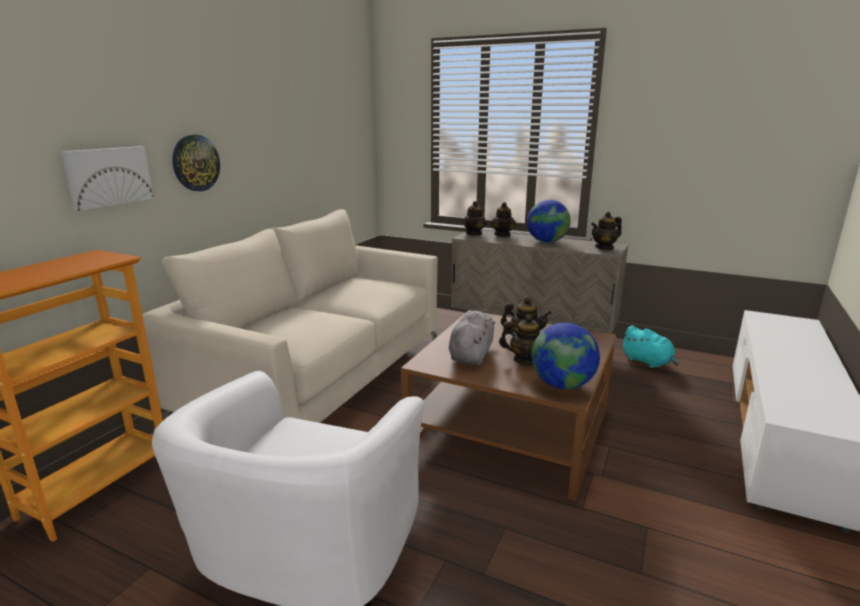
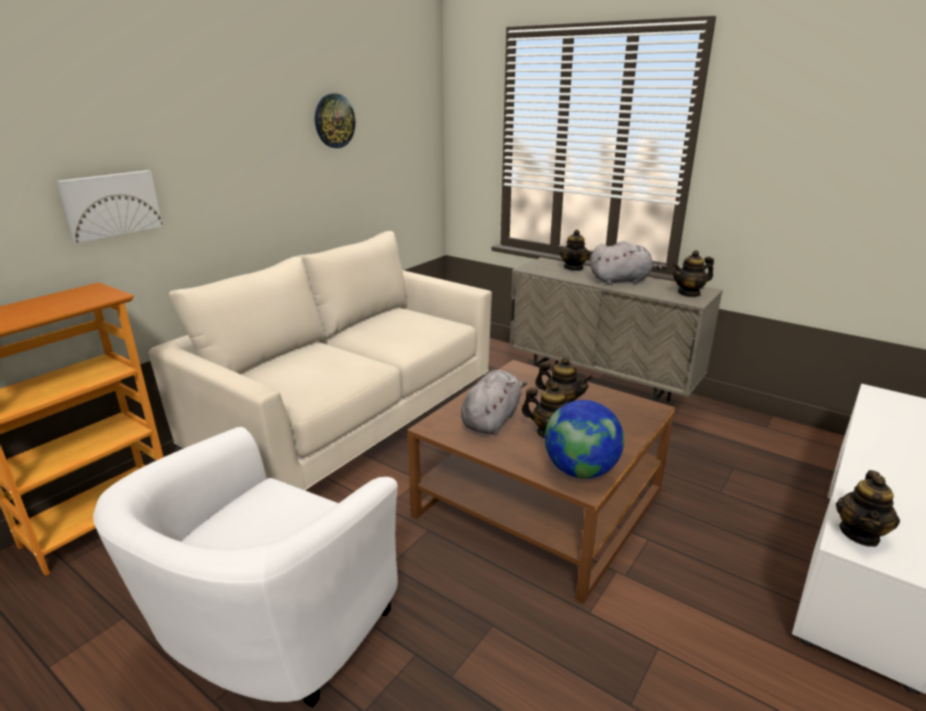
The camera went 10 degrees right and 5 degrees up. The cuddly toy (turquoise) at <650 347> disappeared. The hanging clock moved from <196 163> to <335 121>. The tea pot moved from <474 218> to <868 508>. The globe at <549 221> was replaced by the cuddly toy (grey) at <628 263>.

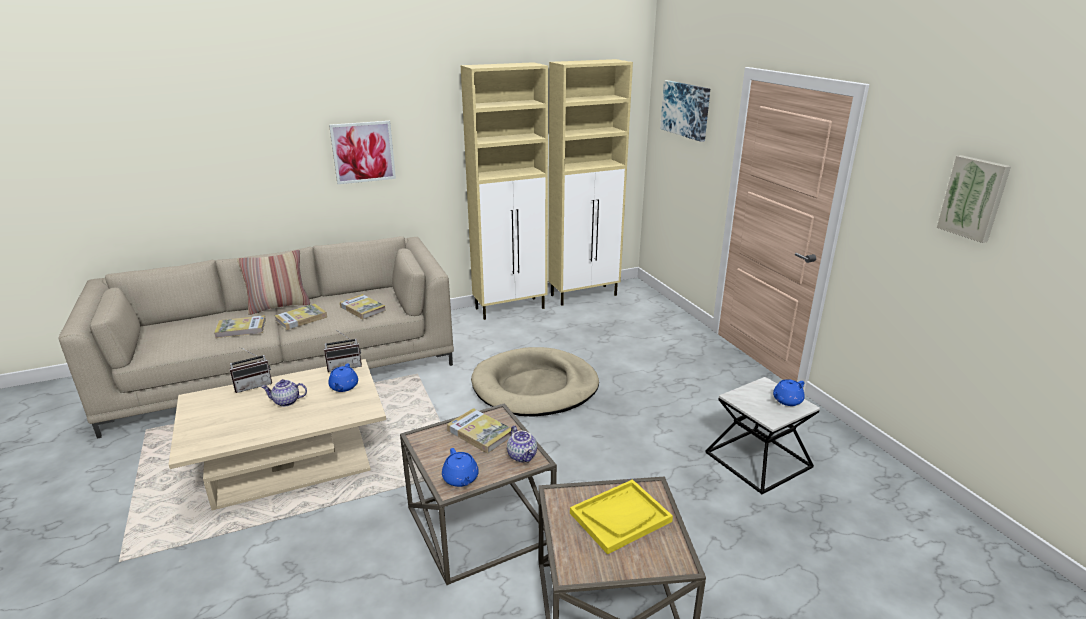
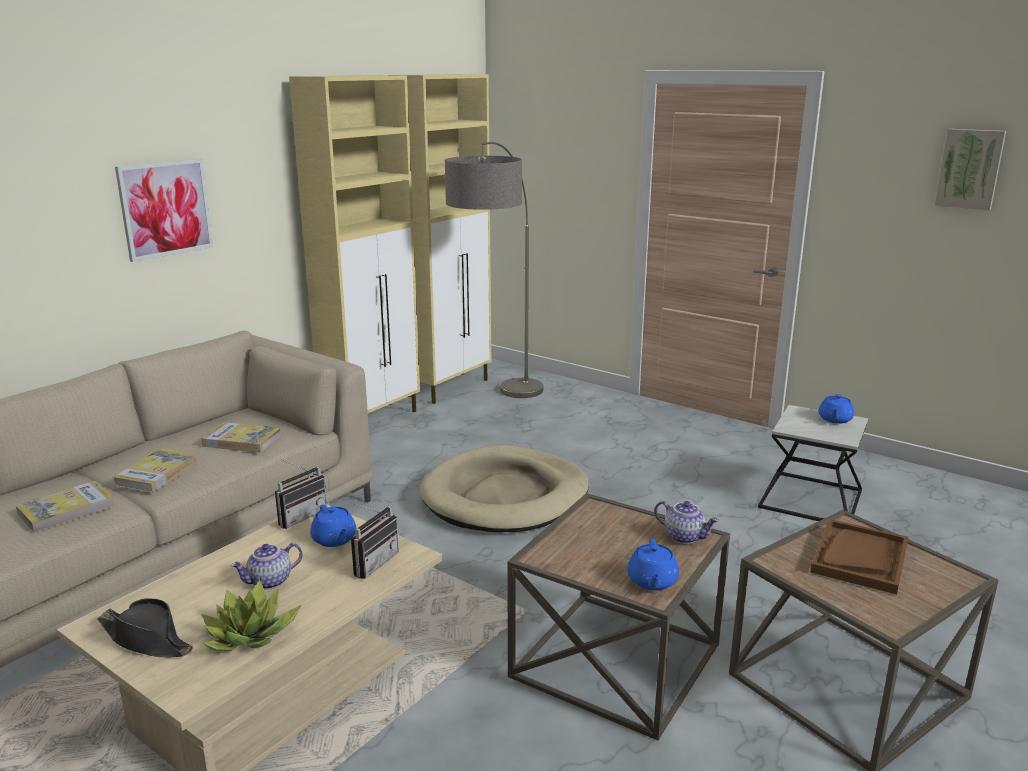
The camera went 30 degrees left and 5 degrees down. The cushion at <273 282> disappeared. The volume at <479 431> disappeared. The wall picture at <685 111> disappeared. The wearable hat (blackish) at <145 627> appeared. The houseplant at <251 615> appeared. The floor lamp at <494 270> appeared. The radio receiver moved from <251 370> to <374 540>. The tray (yellowish) at <621 516> became the tray (brown-coloured) at <859 557>. The tea pot (blue) at <460 467> turned 60 degrees clockwise.

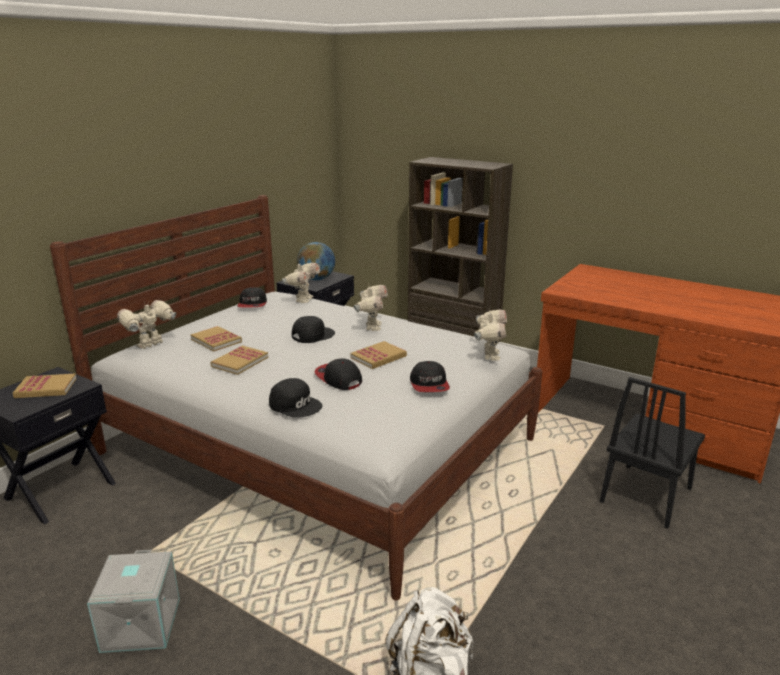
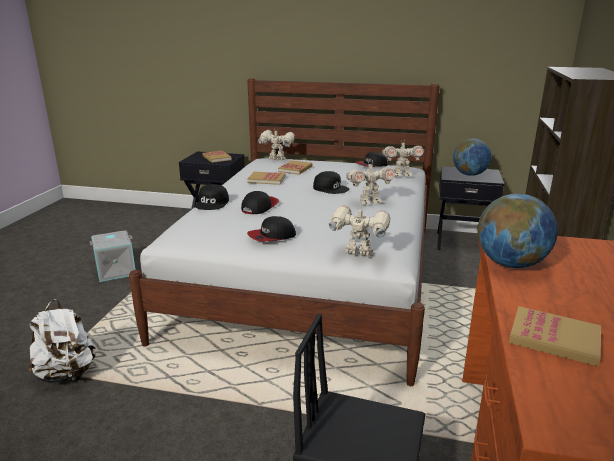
The camera went 70 degrees right and 0 degrees up. The globe at <517 231> appeared. The volume moved from <379 355> to <555 336>. The model robot at <490 335> turned 150 degrees counterclockwise.

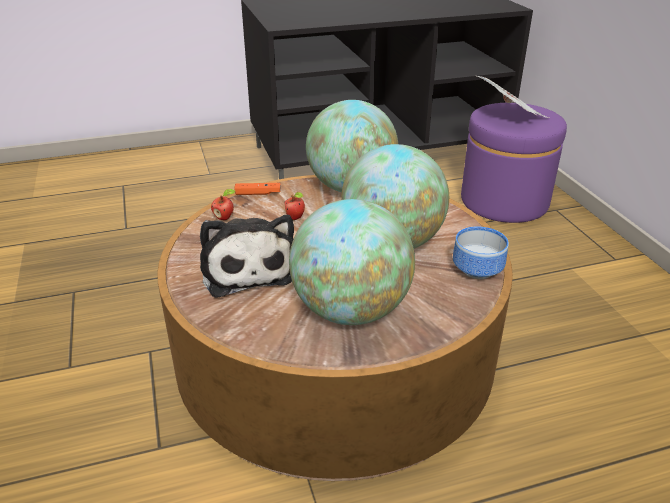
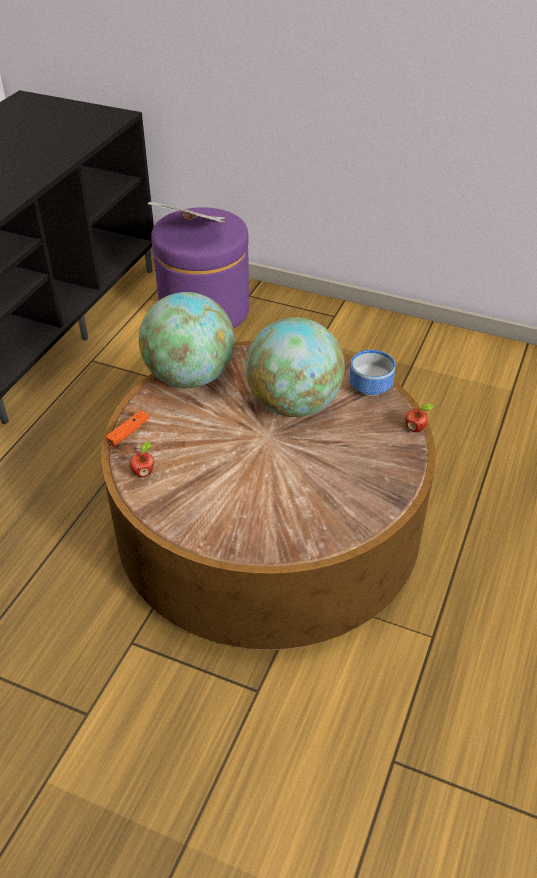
The camera went 50 degrees left and 10 degrees up. The cuddly toy at <247 256> disappeared. The globe at <352 262> disappeared. The apple moved from <294 206> to <419 417>.

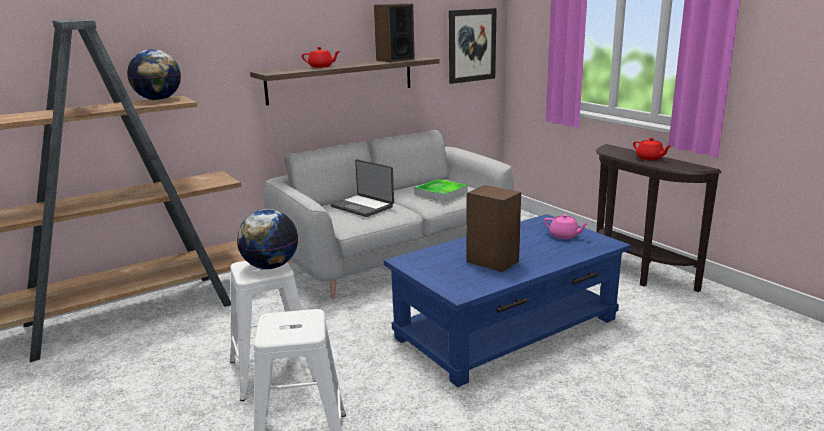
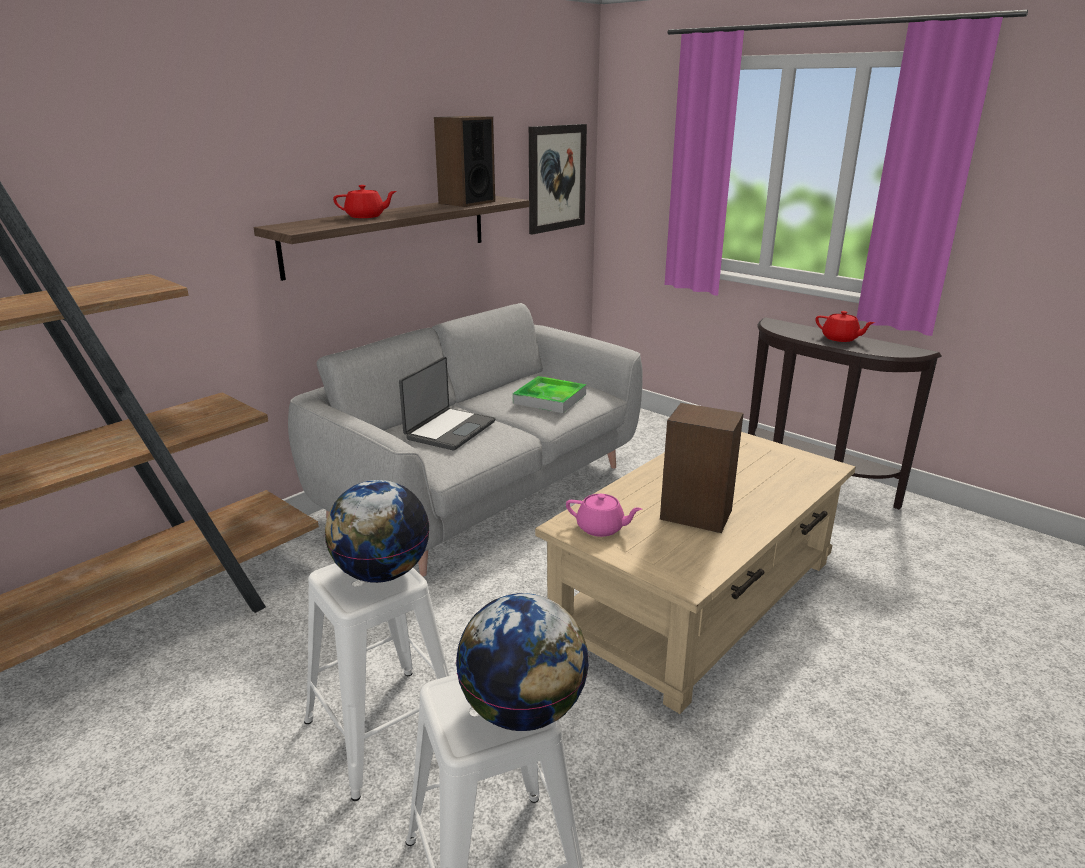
The camera went 15 degrees left and 5 degrees up. The globe moved from <154 74> to <522 662>. The tea pot (pinkish) moved from <566 226> to <604 515>. The lounge table (blue) at <507 300> became the lounge table (sand-coloured) at <695 573>. The notebook computer at <362 188> turned 90 degrees counterclockwise.

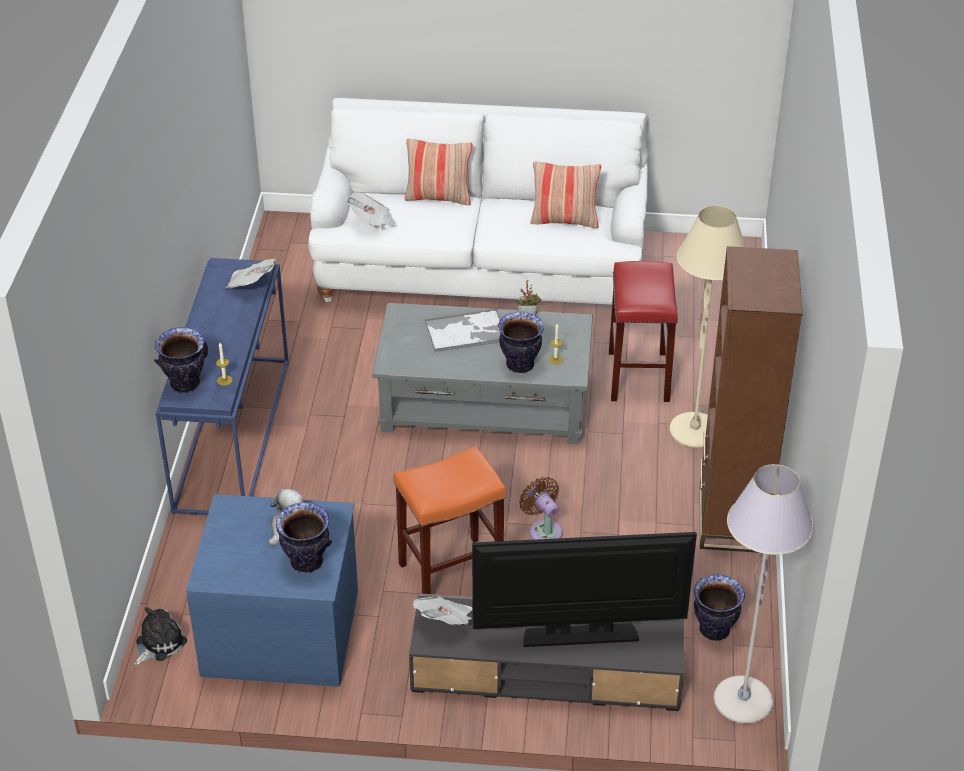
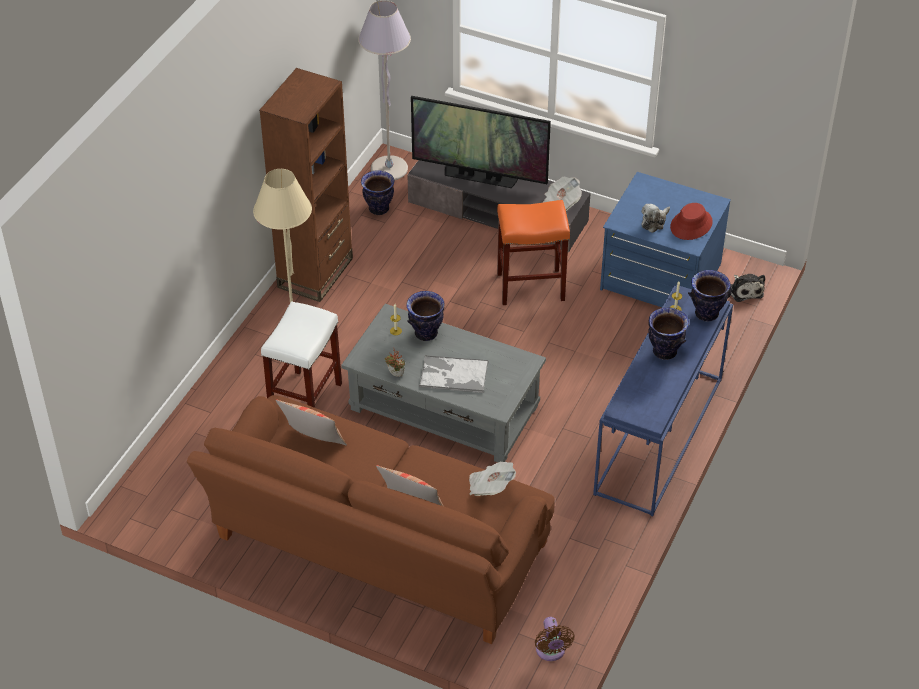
The camera went 160 degrees left and 5 degrees up. The newspaper at <250 273> disappeared. The wearable hat (red) at <691 221> appeared. The vase moved from <304 538> to <668 333>. The cooling fan (brown-coloured) moved from <541 508> to <554 639>. The settee (white-coloured) at <478 201> became the settee (brown-coloured) at <371 519>. The stool seat (red) at <643 331> became the stool seat (white-coloured) at <301 354>. The cuddly toy at <160 636> turned 75 degrees counterclockwise.

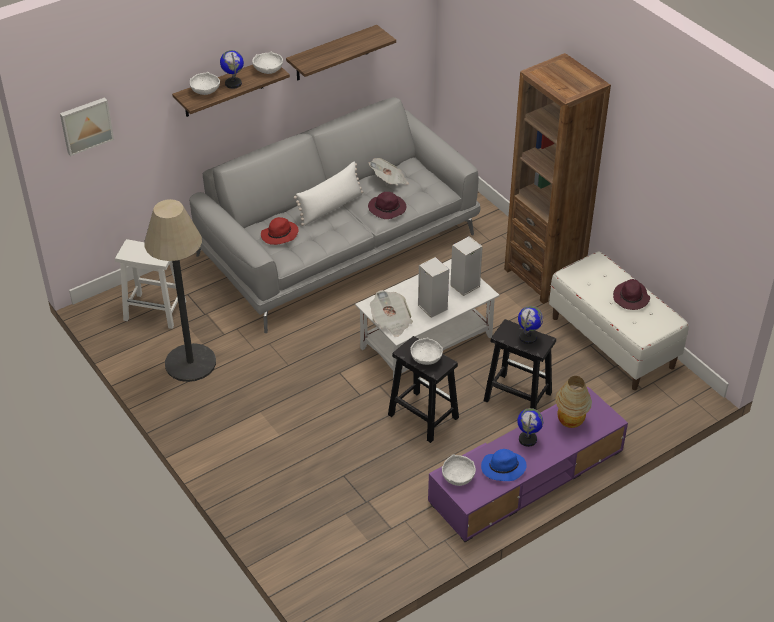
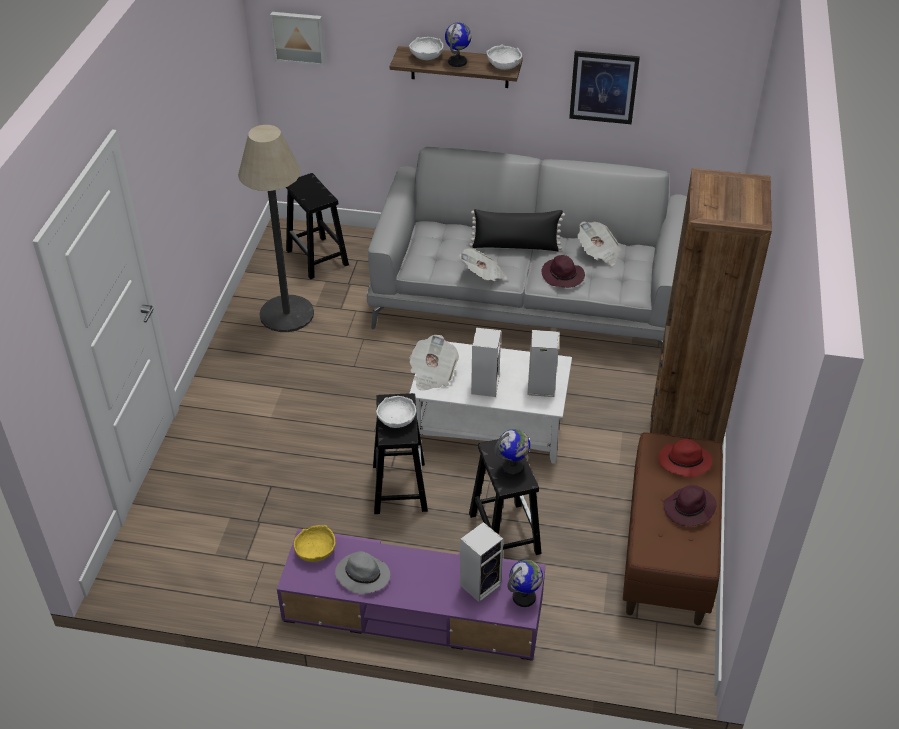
The camera went 45 degrees right and 0 degrees up. The newspaper at <483 264> appeared. The wearable hat (red) moved from <279 231> to <685 458>. The globe moved from <530 427> to <525 583>. The wall shelf at <341 53> was replaced by the wall picture at <604 87>. The tabletop lamp at <573 402> was replaced by the loudspeaker at <481 562>. The stool seat (white-coloured) at <150 284> became the stool seat (blackish) at <317 226>. The cushion (white-coloured) at <328 194> became the cushion (blackish) at <517 230>. The serving bowl (white-coloured) at <459 470> became the serving bowl (yellowish) at <314 543>. The wearable hat (blue) at <503 465> became the wearable hat (grey) at <362 572>. The long seat (white-coloured) at <619 320> became the long seat (brown-coloured) at <673 528>.

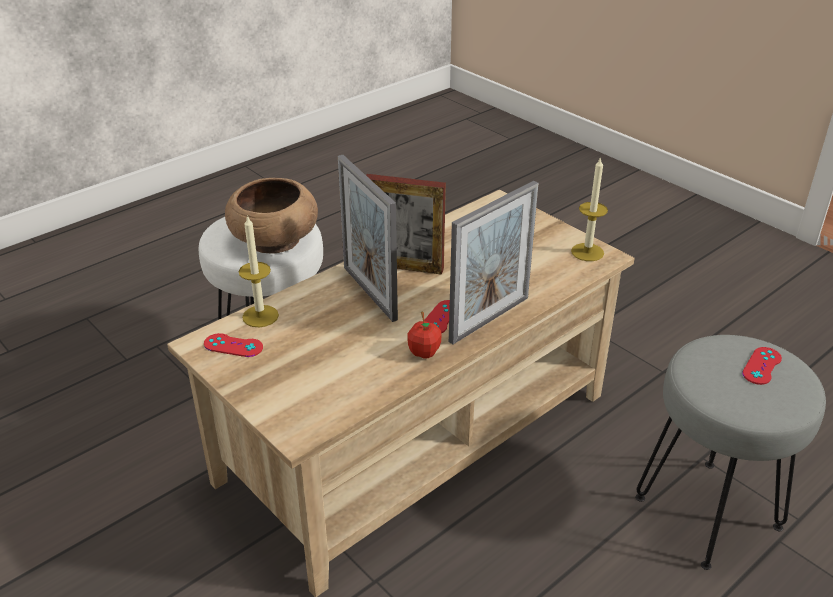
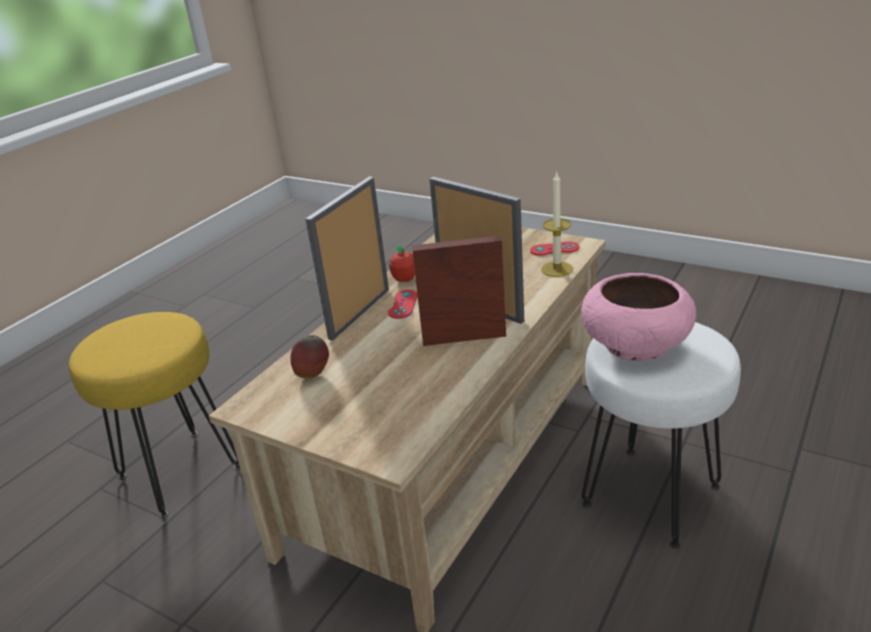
The camera went 165 degrees right and 5 degrees down. The candle at <589 209> disappeared. The game controller (red) at <762 366> disappeared. The apple at <309 357> appeared. The serving bowl (brown-coloured) at <271 216> became the serving bowl (pinkish) at <638 317>. The stool seat (grey) at <730 452> became the stool seat (yellowish) at <154 415>.

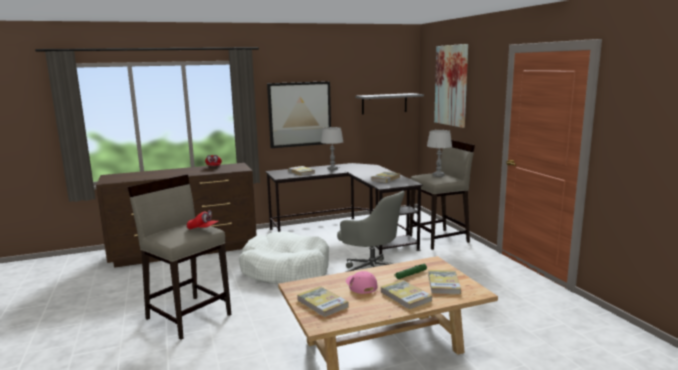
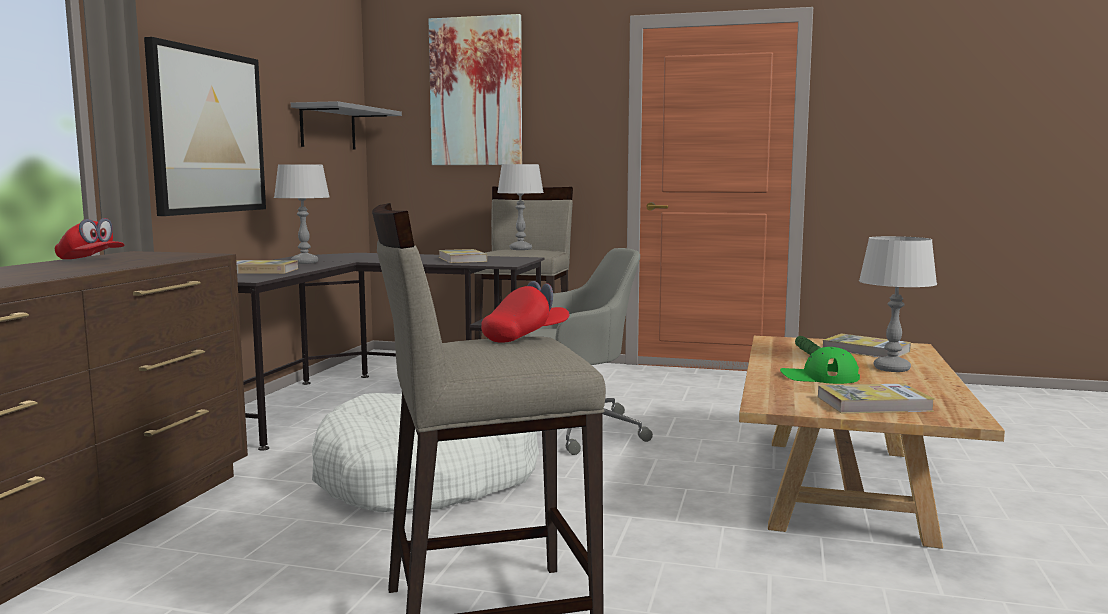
The camera went 55 degrees left and 5 degrees down. The volume at <406 295> was replaced by the tabletop lamp (grey) at <898 304>. The cap (pinkish) at <361 282> became the cap (green) at <820 365>.

